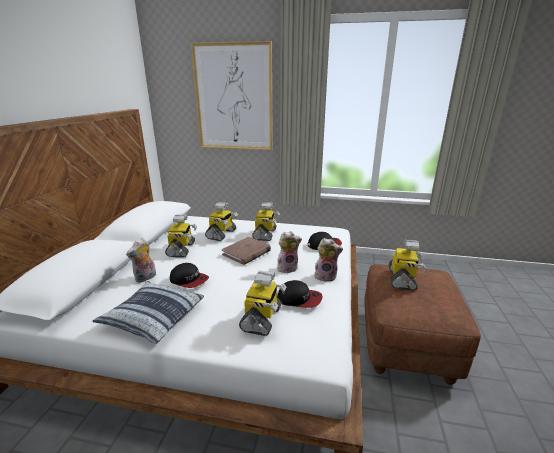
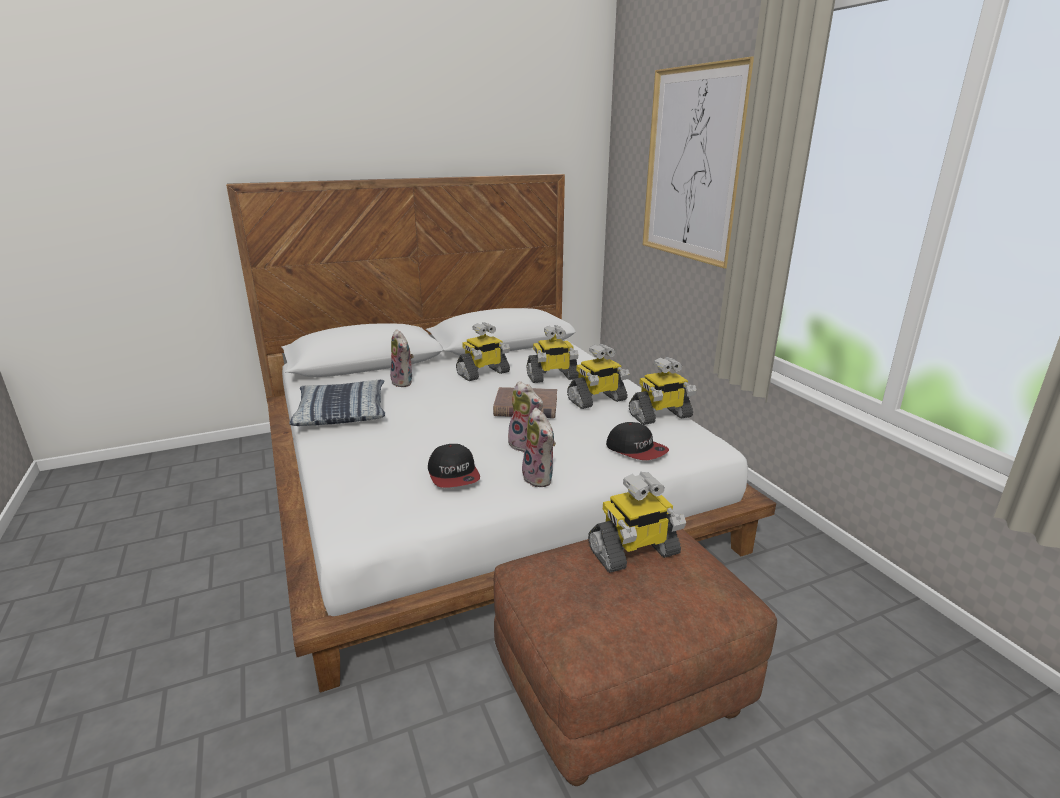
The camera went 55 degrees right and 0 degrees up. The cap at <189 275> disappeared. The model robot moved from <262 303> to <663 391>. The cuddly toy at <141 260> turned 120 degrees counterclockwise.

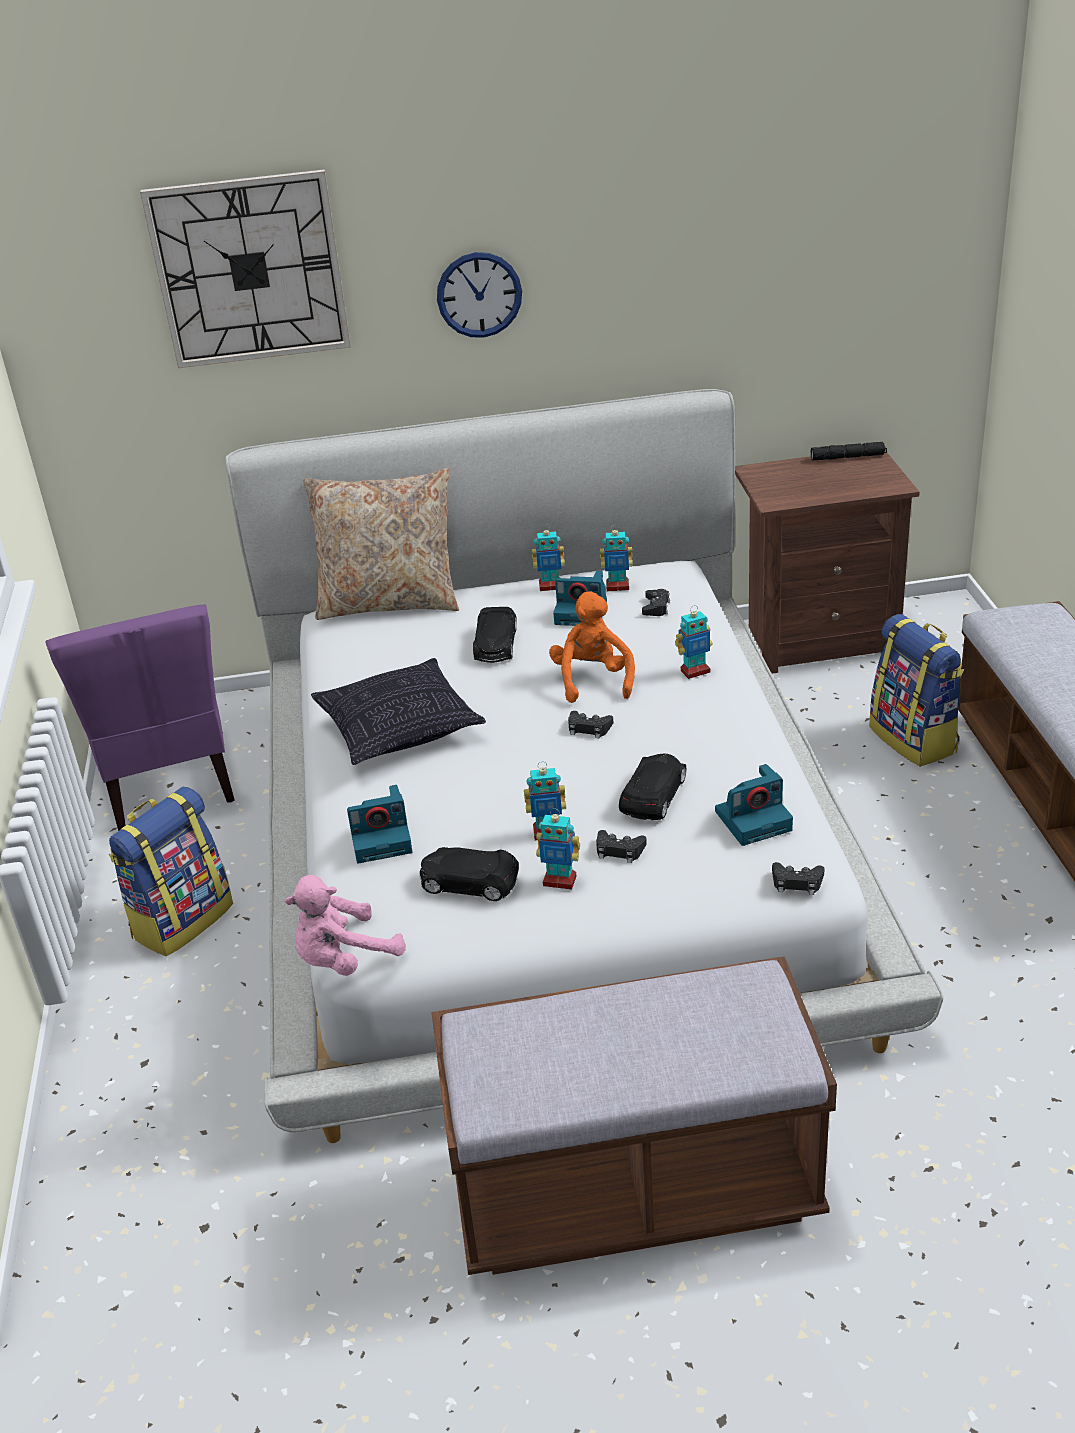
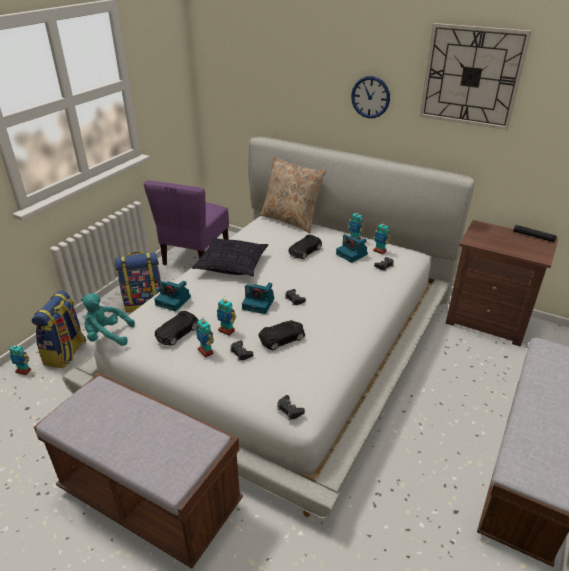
The camera went 35 degrees right and 0 degrees up. The cuddly toy (orangey) at <592 647> disappeared. The hanging clock moved from <245 268> to <476 76>. The model robot moved from <694 642> to <20 360>. The still camera moved from <754 805> to <258 298>. The knapsack moved from <916 690> to <59 329>. The cuddly toy (pinkish) at <345 925> became the cuddly toy (turquoise) at <108 319>. The toy car (blackish) at <469 874> turned 105 degrees counterclockwise.

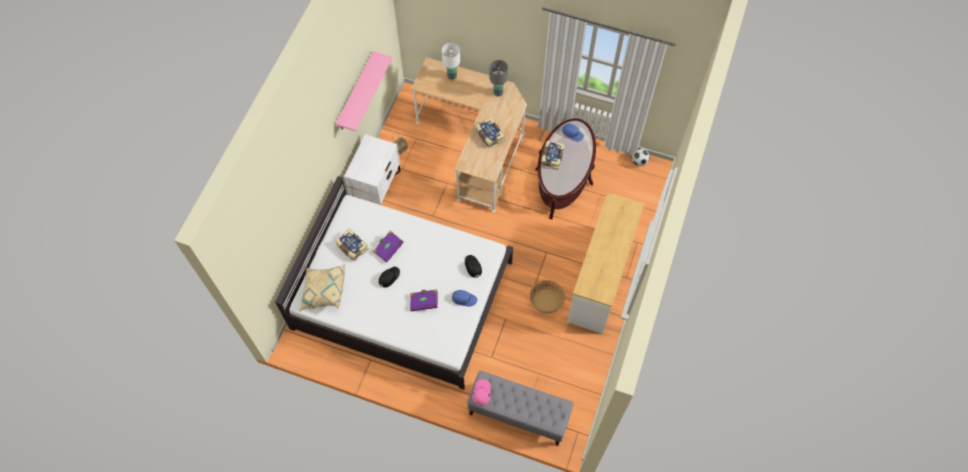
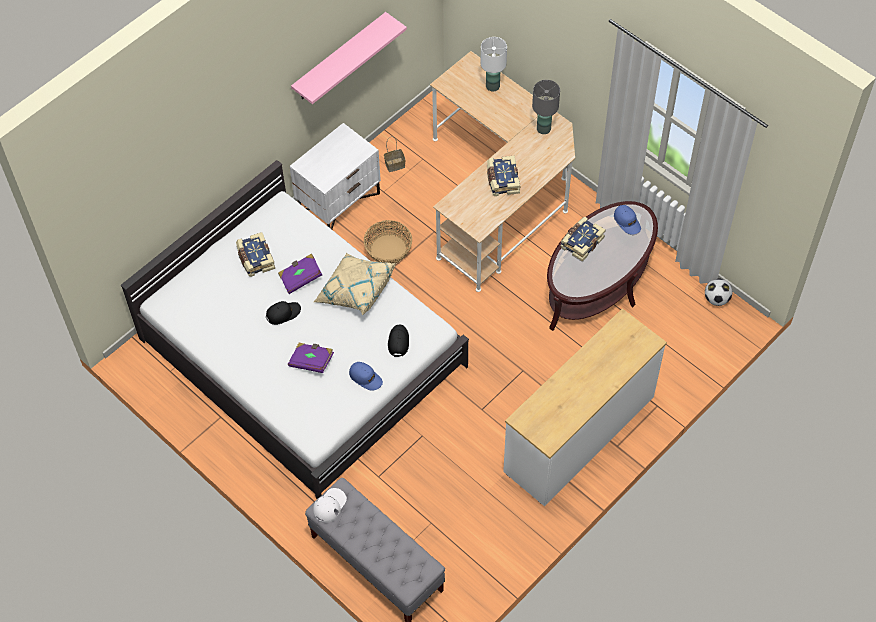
The camera went 25 degrees right and 5 degrees down. The cushion (sand-coloured) moved from <322 287> to <355 284>. The household basket moved from <547 297> to <388 241>. The cap (pinkish) at <481 392> became the cap (white-coloured) at <330 505>.

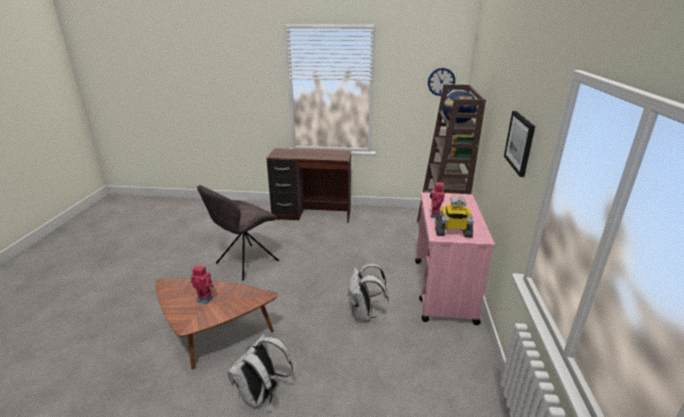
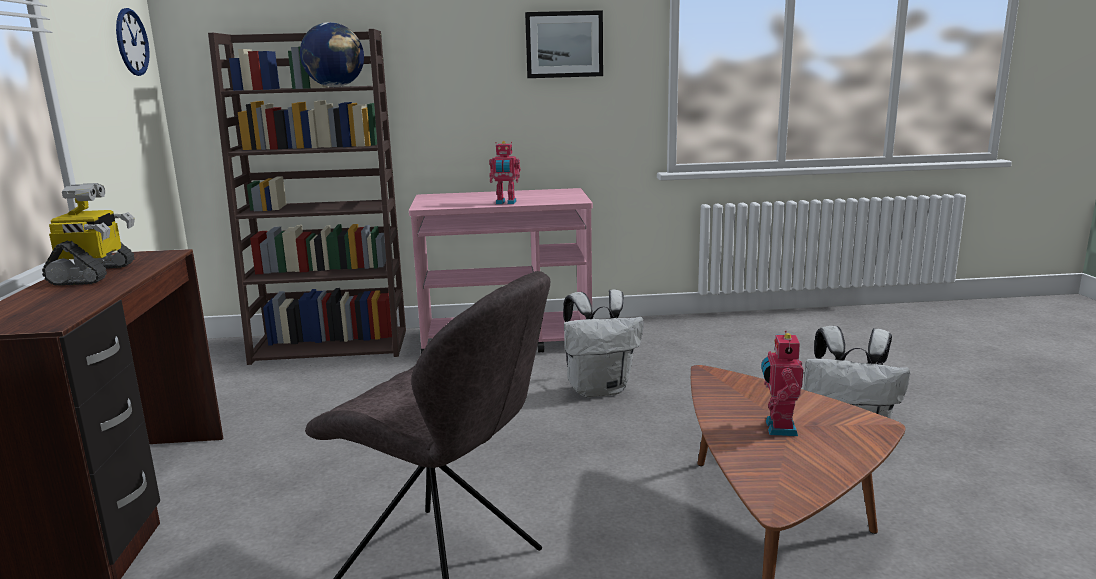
The camera went 100 degrees left and 10 degrees down. The model robot moved from <454 216> to <88 234>.

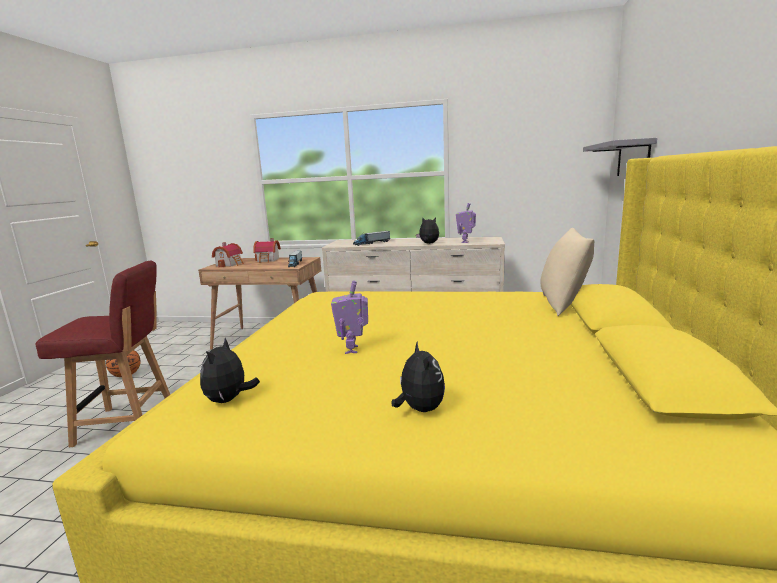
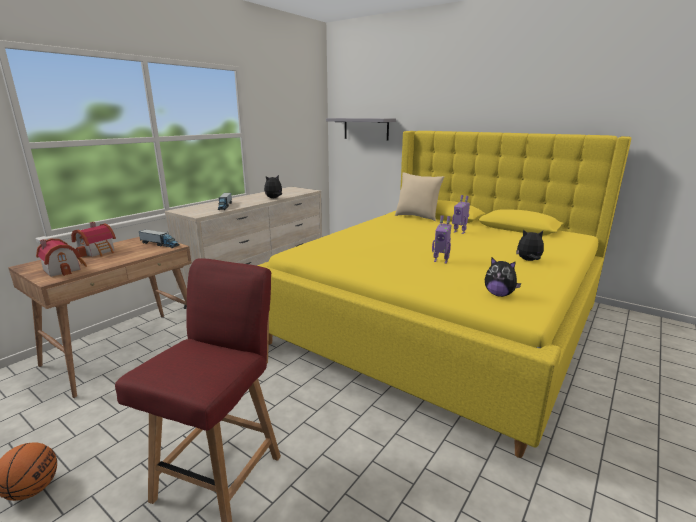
The camera went 65 degrees left and 5 degrees up. The model robot moved from <466 223> to <461 214>.

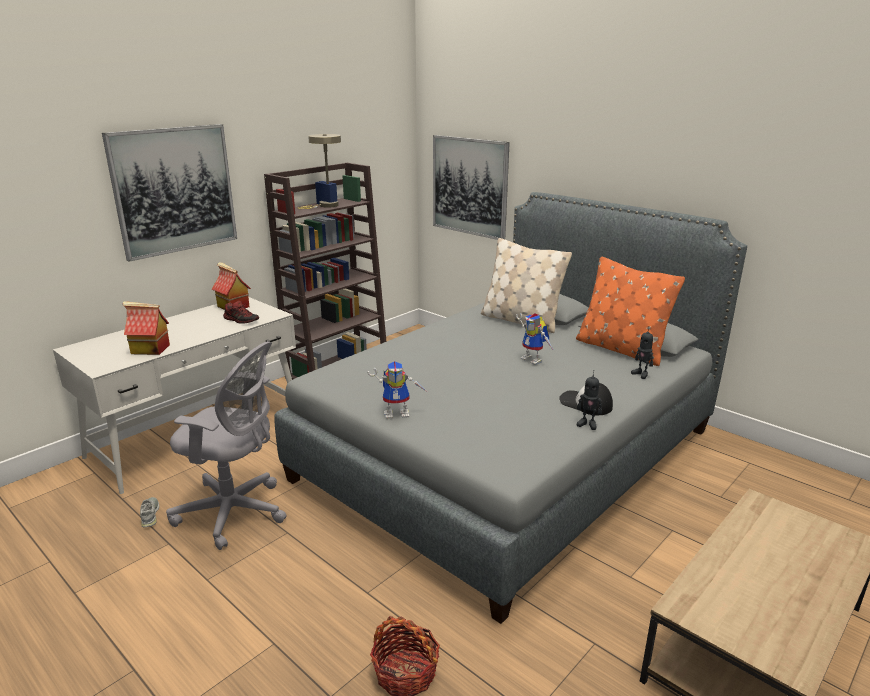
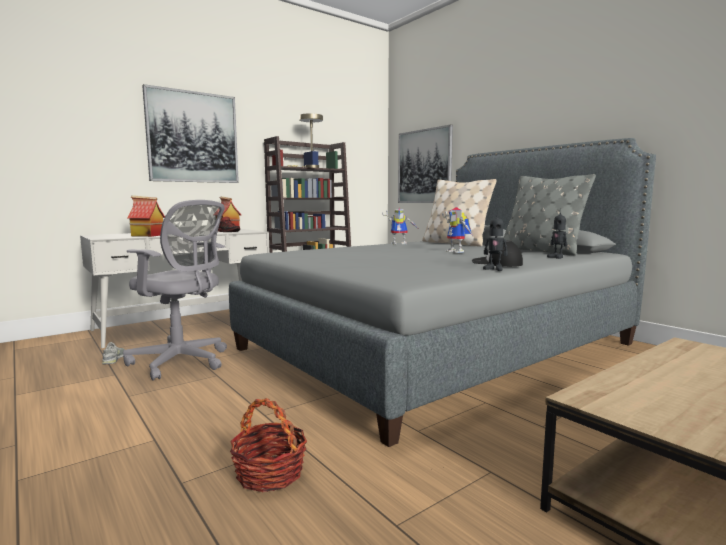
The camera went 10 degrees right and 15 degrees down. The model robot moved from <396 390> to <400 226>. The cushion (orangey) at <630 311> became the cushion (grey) at <550 215>.

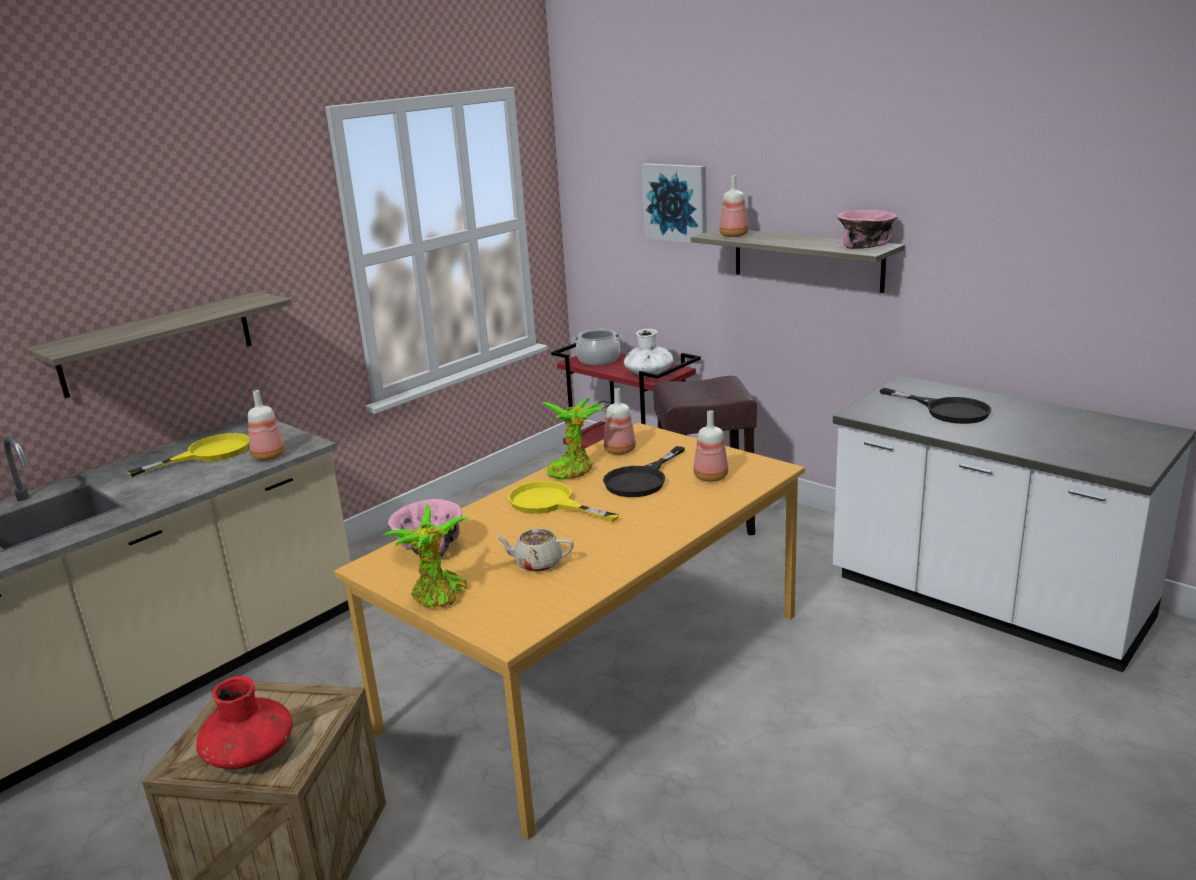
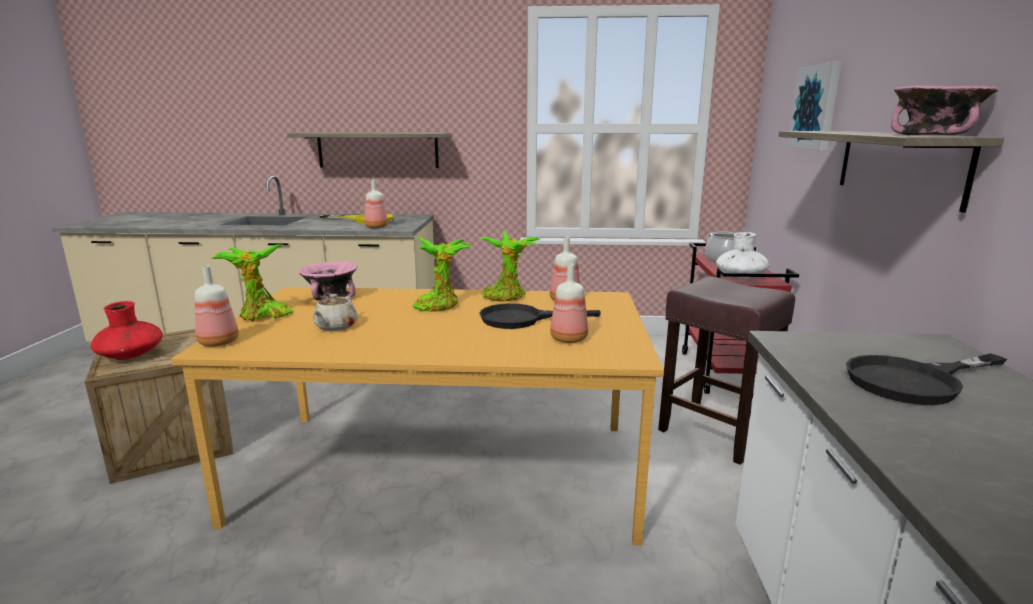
The camera went 50 degrees right and 5 degrees down. The bottle moved from <734 206> to <217 306>. The frying pan (yellowish) at <563 501> was replaced by the houseplant at <442 274>. The tea pot (sand-coloured) at <535 550> turned 135 degrees counterclockwise. The frying pan (blackish) at <935 406> turned 60 degrees clockwise.

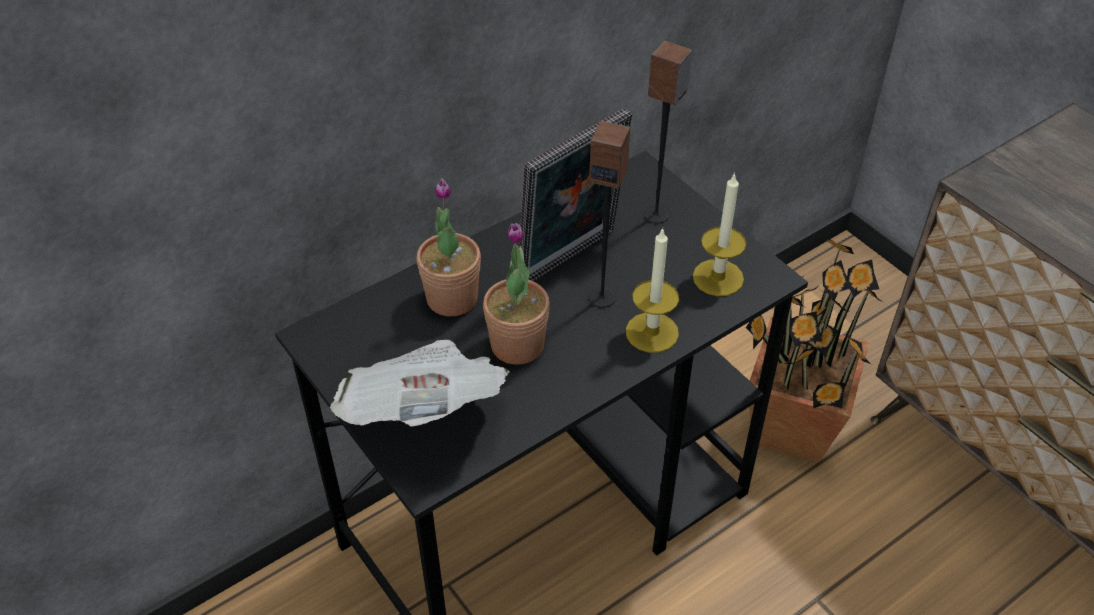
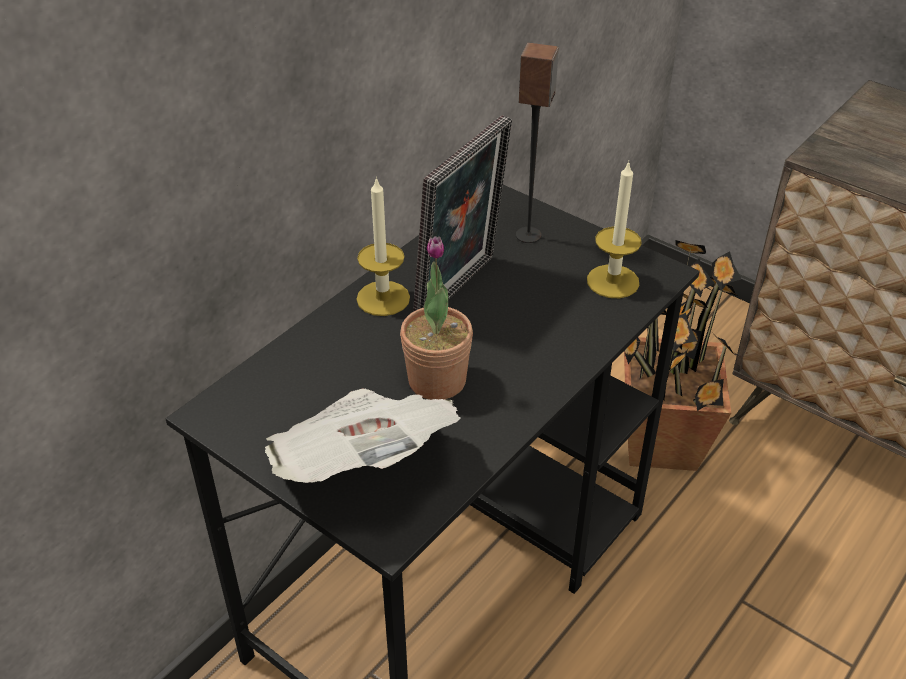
The camera went 15 degrees left and 5 degrees down. The houseplant at <448 247> disappeared. The loudspeaker at <609 214> disappeared. The candle moved from <652 290> to <383 246>.

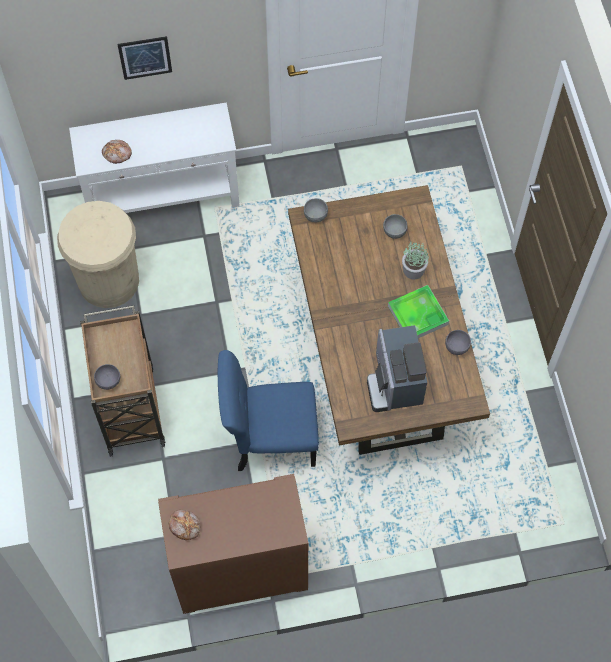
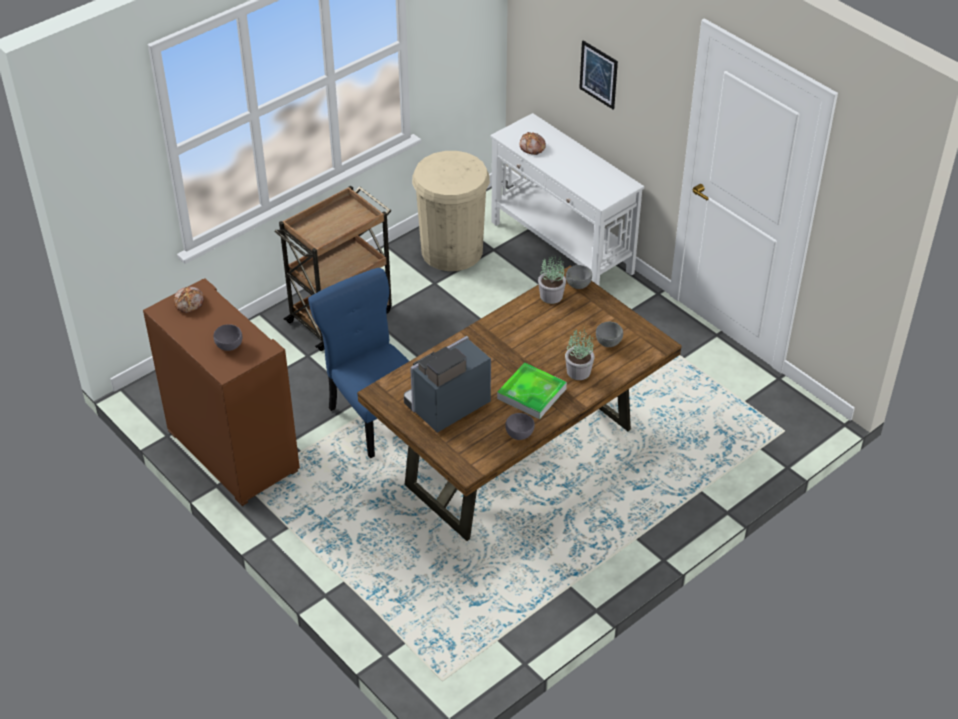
The camera went 60 degrees right and 20 degrees down. The houseplant at <552 279> appeared. The serving bowl (grey) moved from <107 377> to <227 337>.

